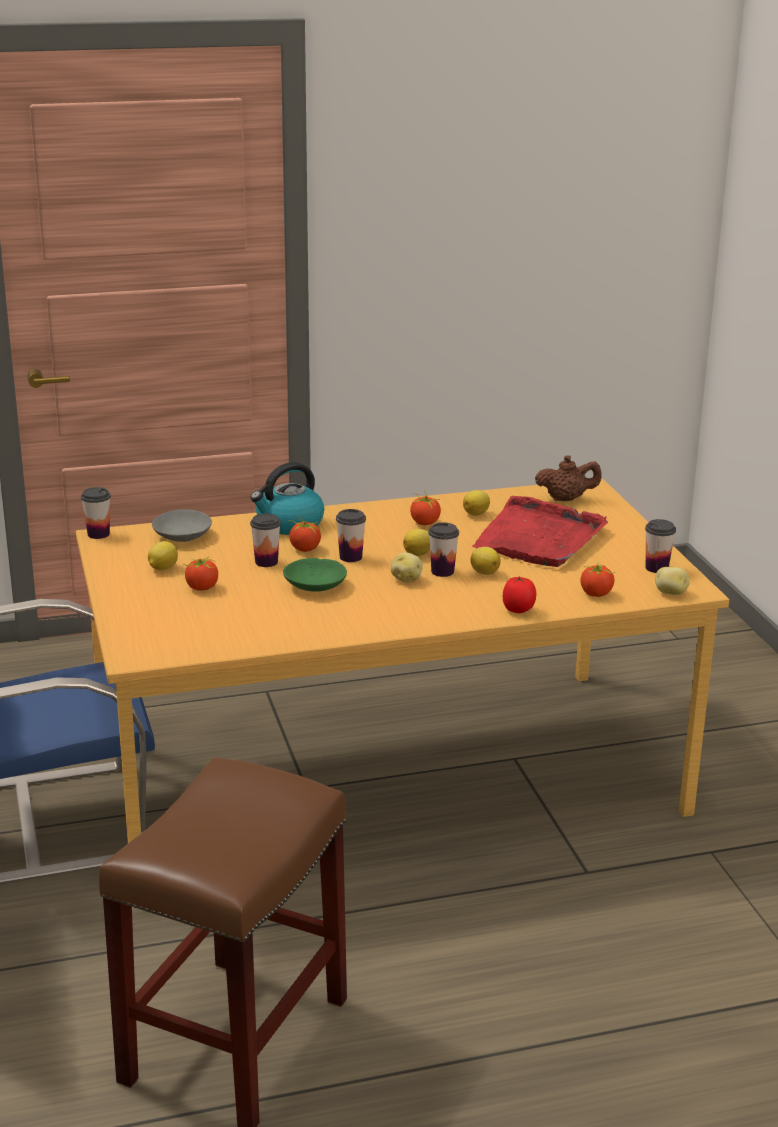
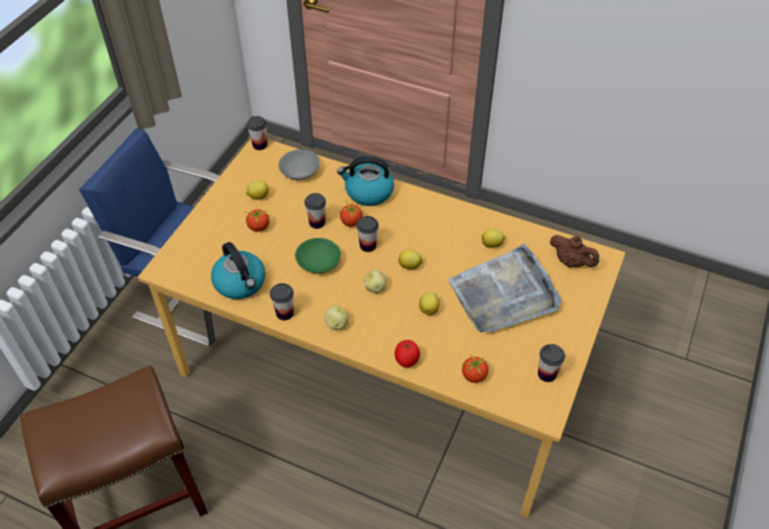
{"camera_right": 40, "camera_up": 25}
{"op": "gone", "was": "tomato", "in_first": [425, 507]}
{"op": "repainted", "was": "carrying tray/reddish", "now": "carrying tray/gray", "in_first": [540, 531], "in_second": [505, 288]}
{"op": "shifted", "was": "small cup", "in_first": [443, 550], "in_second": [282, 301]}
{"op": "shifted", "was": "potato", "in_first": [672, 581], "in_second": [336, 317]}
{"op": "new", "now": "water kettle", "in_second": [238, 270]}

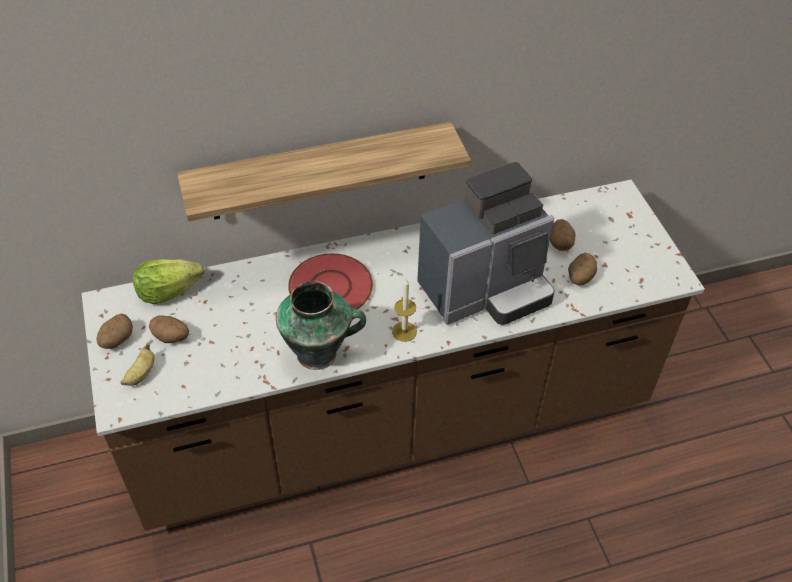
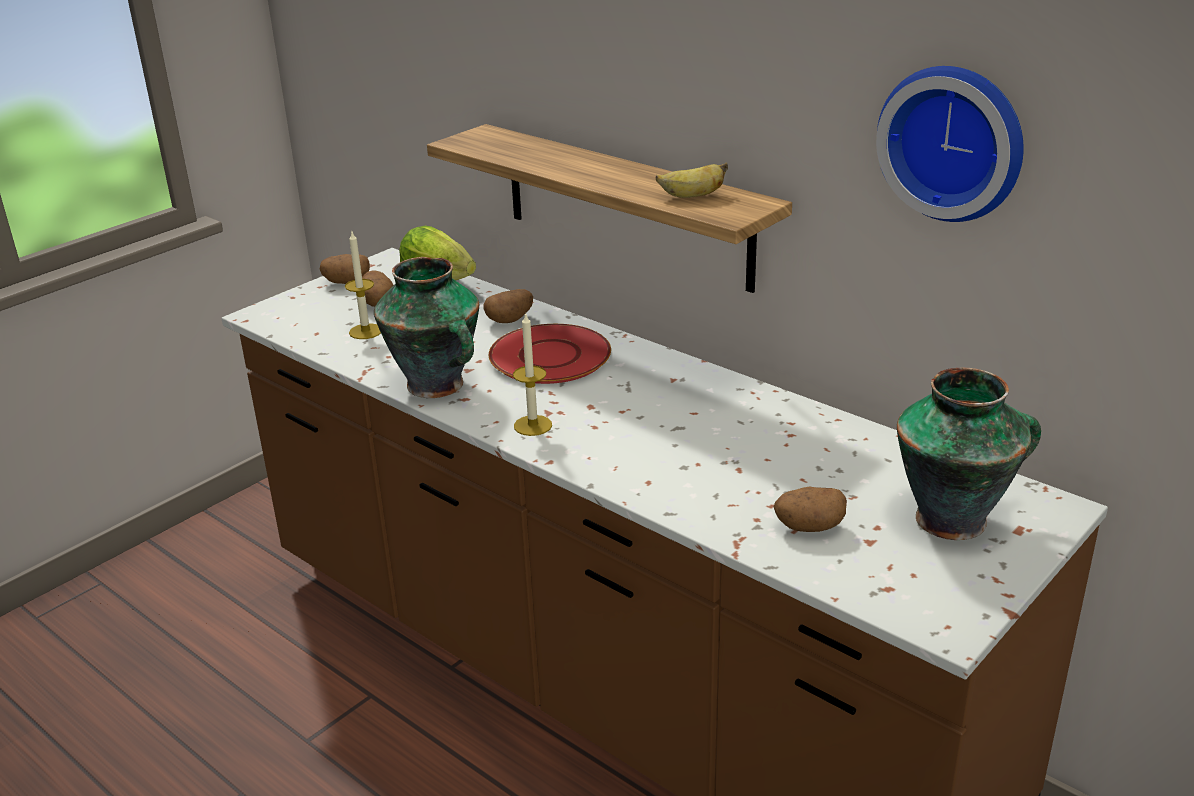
{"camera_right": 60, "camera_up": -20}
{"op": "gone", "was": "coffee maker", "in_first": [486, 243]}
{"op": "shifted", "was": "potato", "in_first": [563, 235], "in_second": [508, 306]}
{"op": "shifted", "was": "banana fruit", "in_first": [137, 365], "in_second": [692, 180]}
{"op": "new", "now": "clock on the wall", "in_second": [950, 144]}
{"op": "new", "now": "wax light", "in_second": [363, 285]}
{"op": "new", "now": "decorative vase", "in_second": [969, 453]}

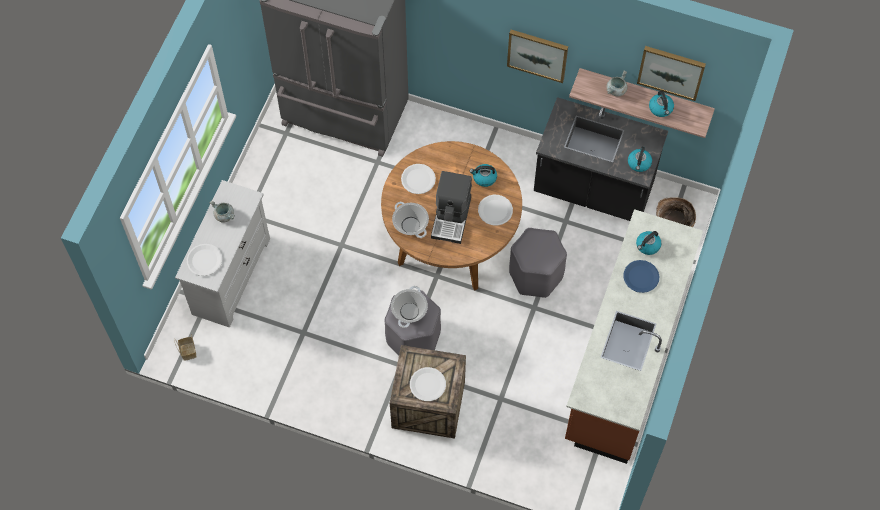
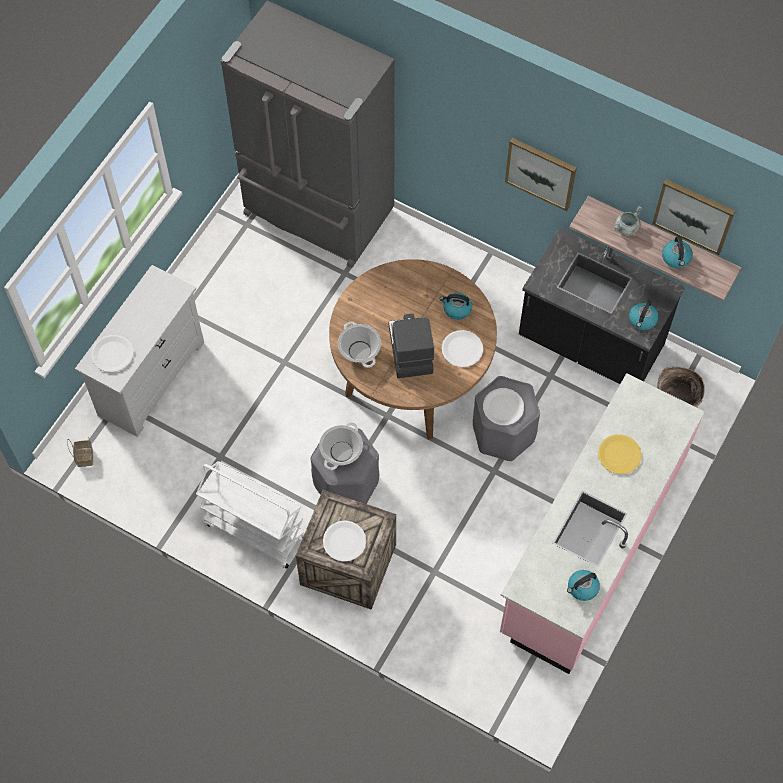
{"camera_right": 10, "camera_up": 0}
{"op": "shifted", "was": "flat dish/whitish", "in_first": [418, 179], "in_second": [503, 406]}
{"op": "rotated", "was": "coffee maker", "in_first": [451, 207], "in_second": [411, 345], "clockwise": 150}
{"op": "gone", "was": "saucepot/gray", "in_first": [222, 212]}
{"op": "repainted", "was": "kitchen counter/brownish", "now": "kitchen counter/pink", "in_first": [634, 336], "in_second": [602, 523]}
{"op": "shifted", "was": "water kettle", "in_first": [649, 243], "in_second": [583, 585]}
{"op": "repainted", "was": "flat dish/bluish", "now": "flat dish/yellow", "in_first": [641, 276], "in_second": [620, 454]}
{"op": "new", "now": "wheeled cart/whitish", "in_second": [250, 515]}

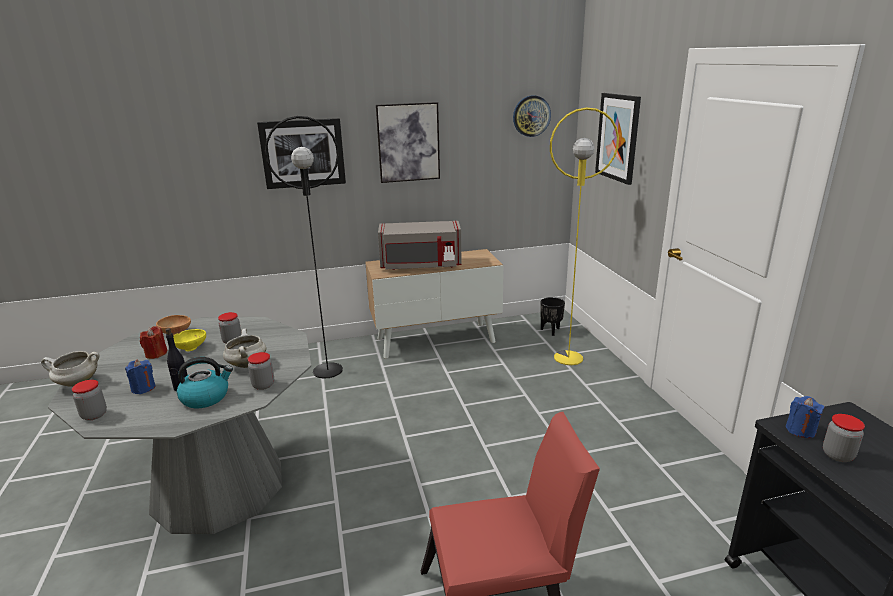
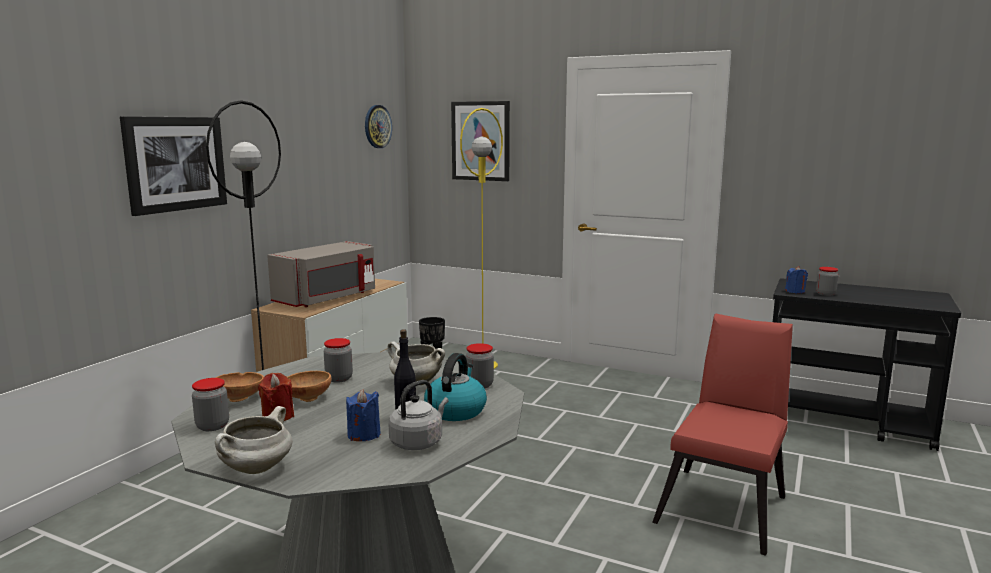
{"camera_right": -50, "camera_up": -10}
{"op": "gone", "was": "picture", "in_first": [408, 142]}
{"op": "repainted", "was": "bowl/yellow", "now": "bowl/brownish", "in_first": [189, 340], "in_second": [309, 386]}
{"op": "shifted", "was": "preserve jar", "in_first": [89, 400], "in_second": [210, 404]}
{"op": "new", "now": "water kettle/gray", "in_second": [418, 415]}

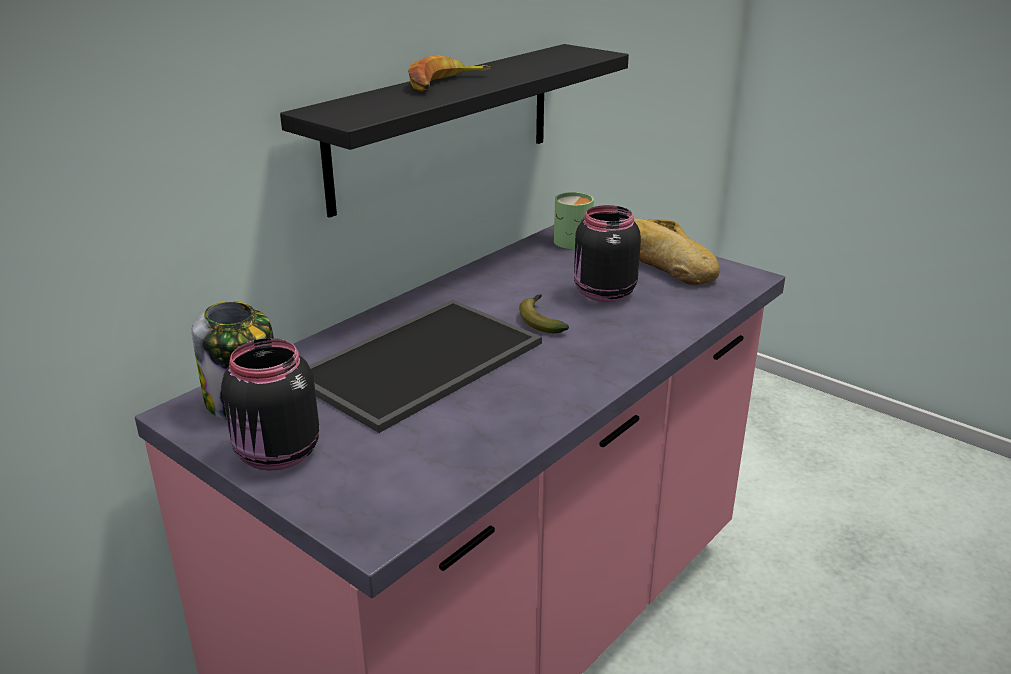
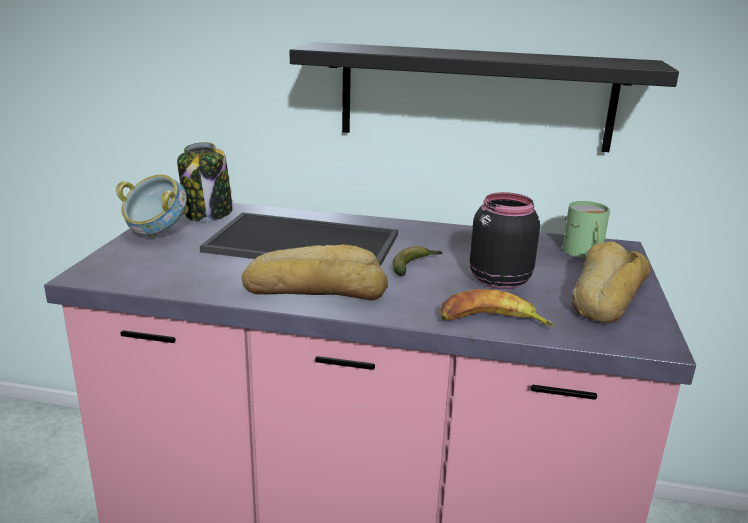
{"camera_right": 60, "camera_up": -5}
{"op": "shifted", "was": "banana fruit", "in_first": [449, 73], "in_second": [497, 308]}
{"op": "swapped", "was": "preserve jar/blackish", "now": "bowl", "in_first": [270, 404], "in_second": [152, 206]}
{"op": "new", "now": "bread", "in_second": [315, 272]}

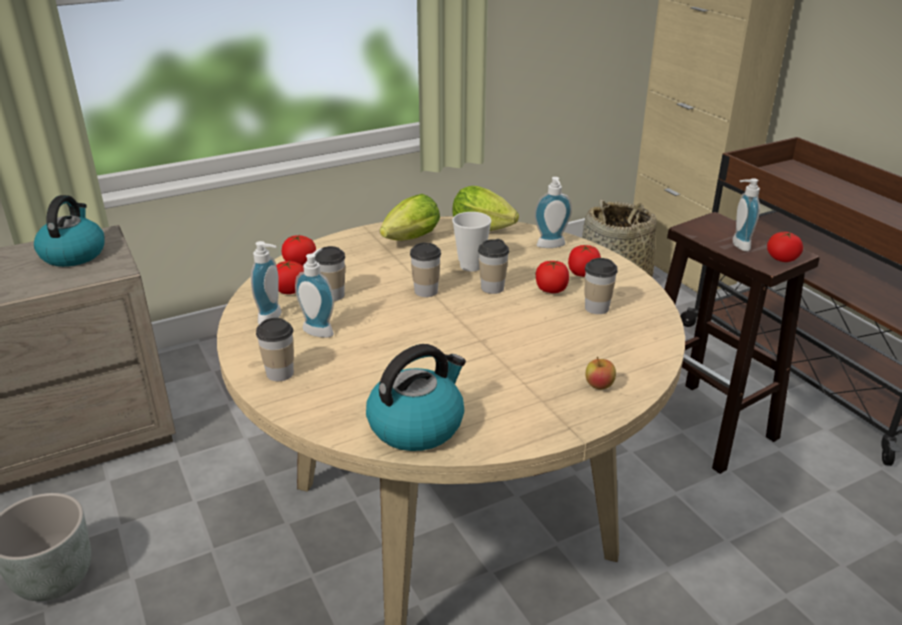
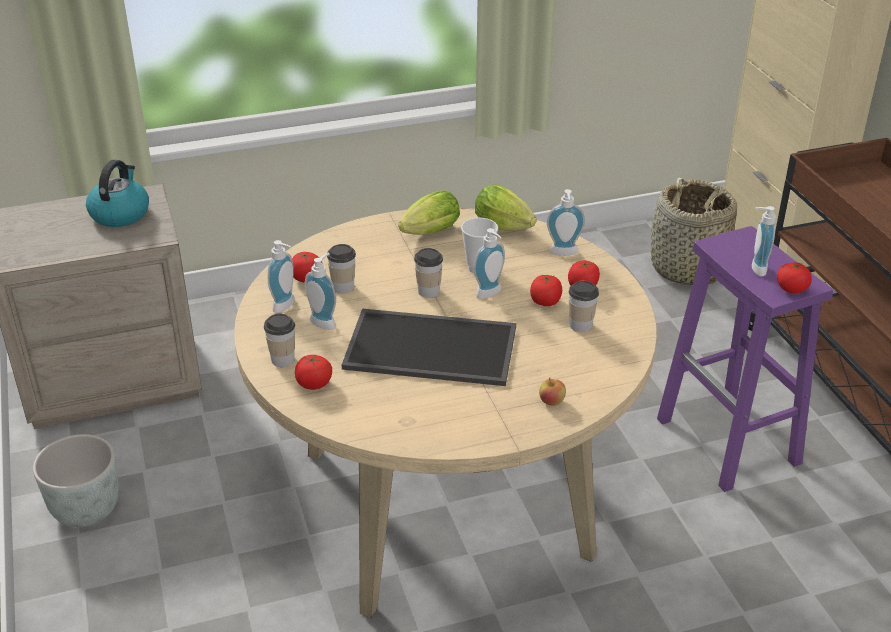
{"camera_right": 10, "camera_up": 5}
{"op": "repainted", "was": "sitting stool/brownish", "now": "sitting stool/purple-coloured", "in_first": [742, 343], "in_second": [745, 359]}
{"op": "shifted", "was": "tomato", "in_first": [299, 250], "in_second": [313, 372]}
{"op": "swapped", "was": "small cup", "now": "liquid soap bottle", "in_first": [493, 266], "in_second": [489, 263]}
{"op": "gone", "was": "water kettle", "in_first": [416, 397]}
{"op": "new", "now": "carrying tray", "in_second": [429, 347]}

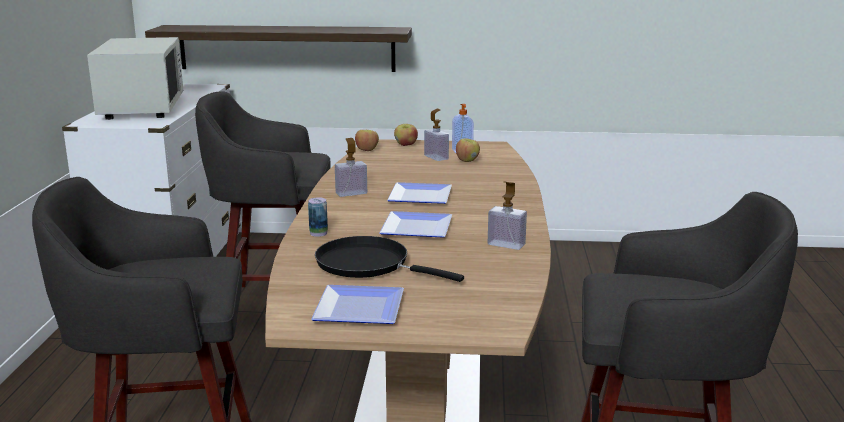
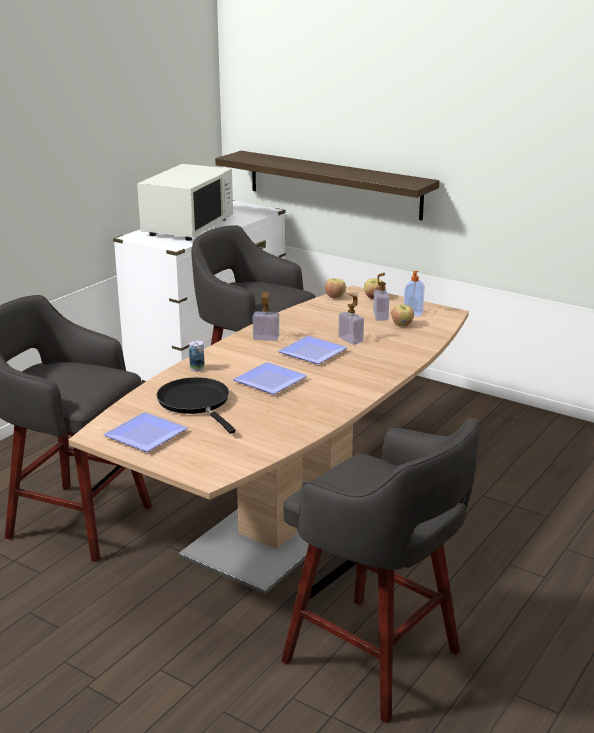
{"camera_right": 30, "camera_up": 5}
{"op": "shifted", "was": "liquid soap bottle", "in_first": [507, 216], "in_second": [351, 319]}

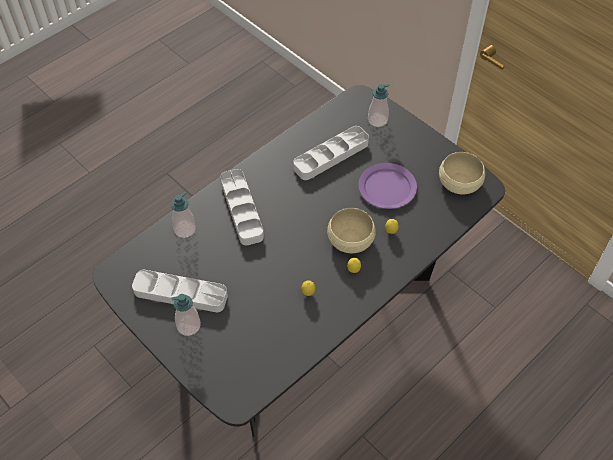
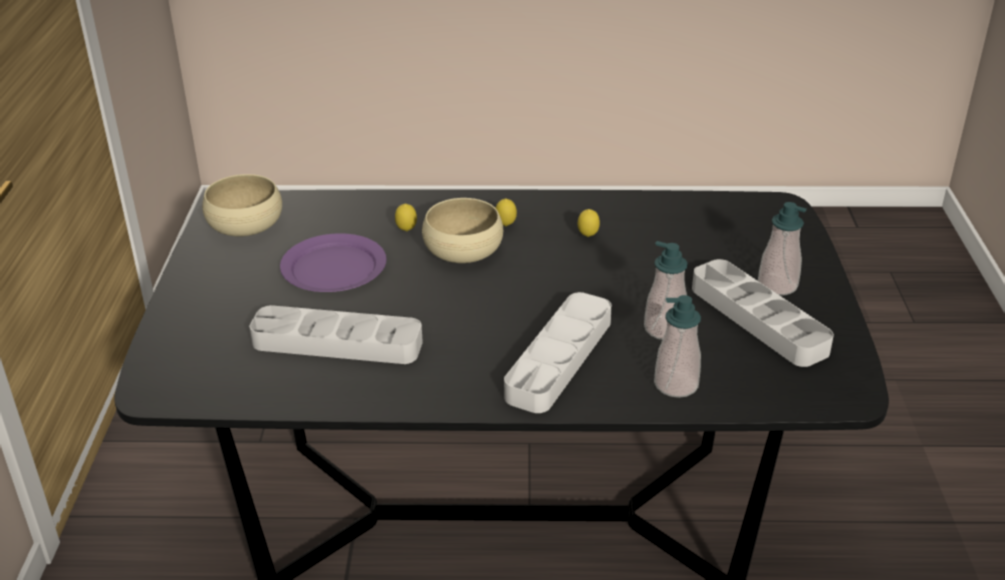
{"camera_right": -135, "camera_up": -20}
{"op": "shifted", "was": "liquid soap bottle", "in_first": [379, 105], "in_second": [666, 290]}

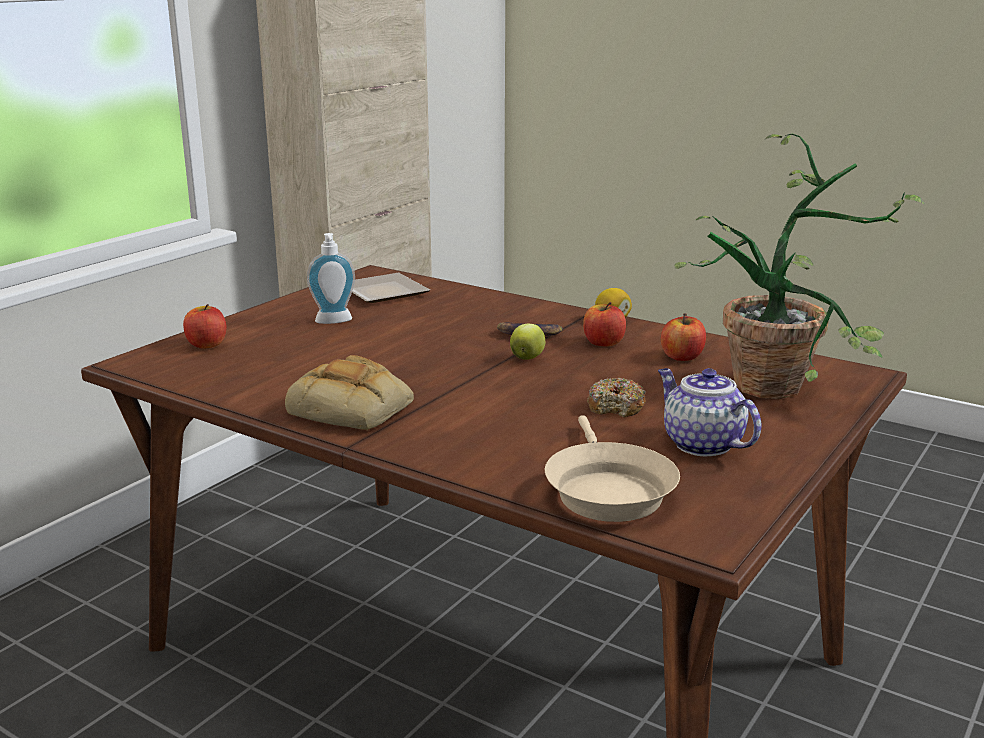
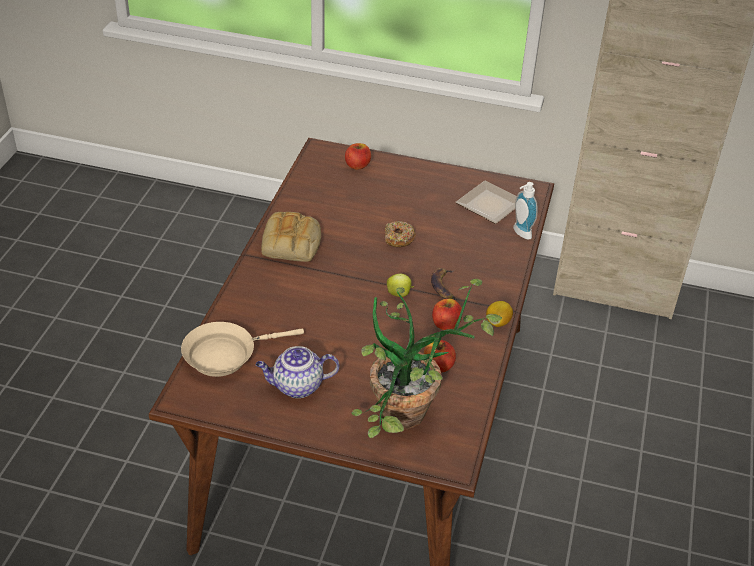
{"camera_right": 70, "camera_up": 20}
{"op": "shifted", "was": "liquid soap bottle", "in_first": [331, 278], "in_second": [525, 210]}
{"op": "rotated", "was": "pot for tea", "in_first": [710, 412], "in_second": [297, 372], "clockwise": -135}
{"op": "shifted", "was": "doughnut", "in_first": [616, 397], "in_second": [400, 234]}

